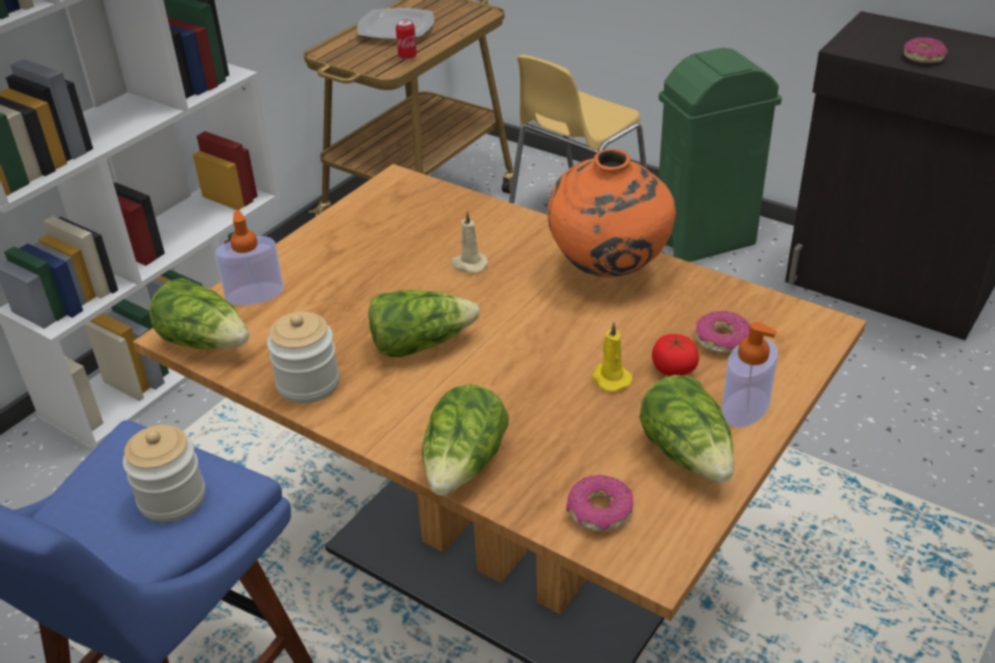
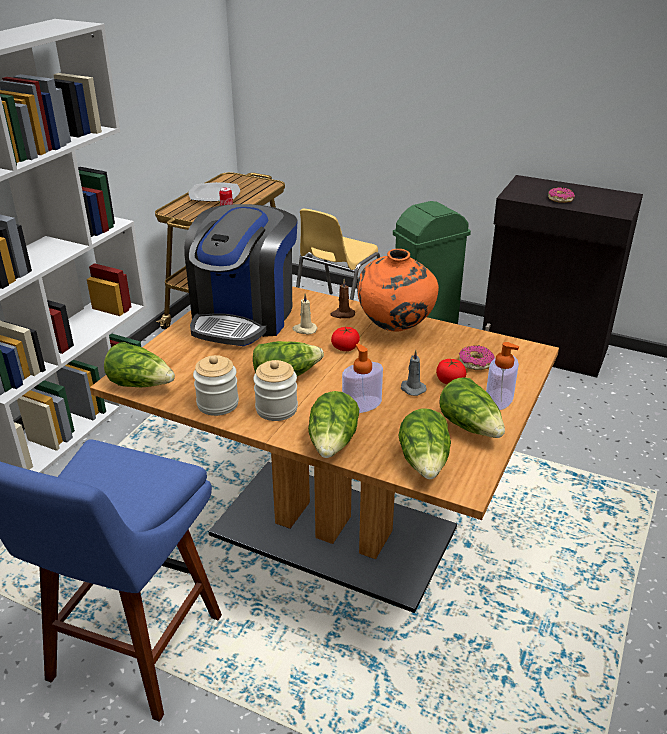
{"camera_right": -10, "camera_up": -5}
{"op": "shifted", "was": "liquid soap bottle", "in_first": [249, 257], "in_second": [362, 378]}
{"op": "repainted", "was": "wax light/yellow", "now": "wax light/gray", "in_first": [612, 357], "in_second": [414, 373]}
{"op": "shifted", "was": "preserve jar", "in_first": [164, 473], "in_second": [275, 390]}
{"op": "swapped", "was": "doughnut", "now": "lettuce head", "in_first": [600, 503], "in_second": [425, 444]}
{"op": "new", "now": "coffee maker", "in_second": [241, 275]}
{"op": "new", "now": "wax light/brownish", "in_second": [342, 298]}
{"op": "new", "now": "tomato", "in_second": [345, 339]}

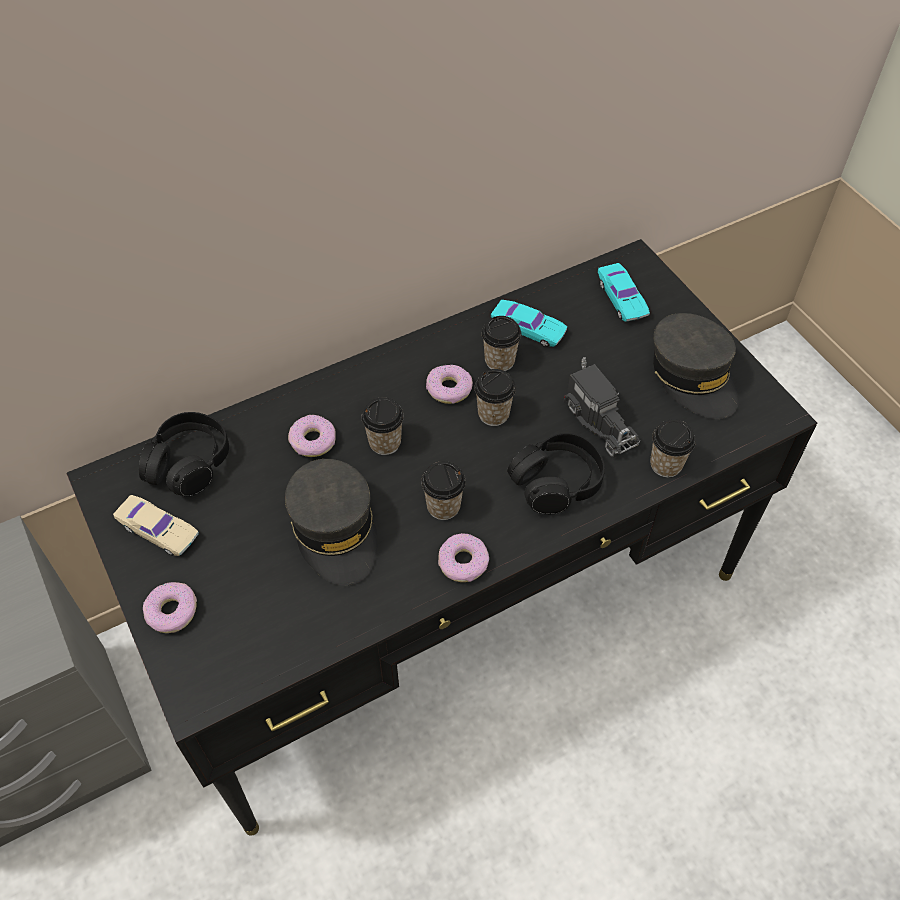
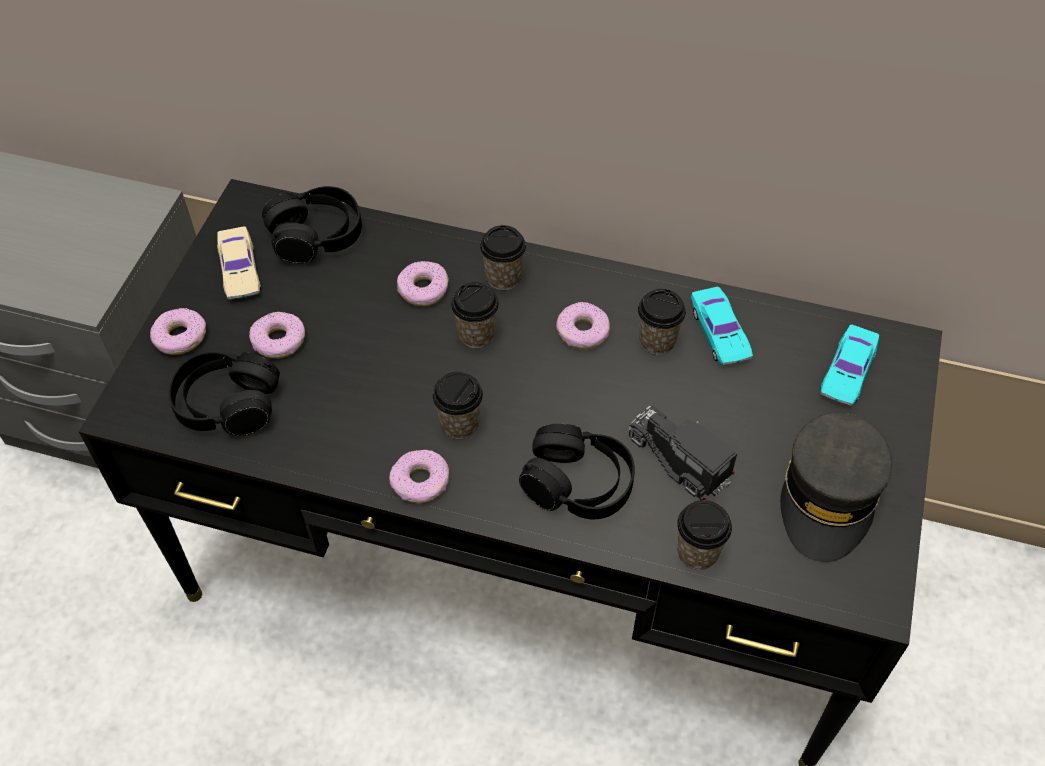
{"camera_right": 45, "camera_up": 0}
{"op": "rotated", "was": "toy lorry", "in_first": [601, 407], "in_second": [683, 453], "clockwise": 120}
{"op": "shifted", "was": "small cup", "in_first": [495, 397], "in_second": [503, 257]}
{"op": "gone", "was": "baseball cap/gray", "in_first": [331, 522]}
{"op": "new", "now": "doughnut", "in_second": [277, 335]}
{"op": "new", "now": "headphones/blackish", "in_second": [224, 394]}

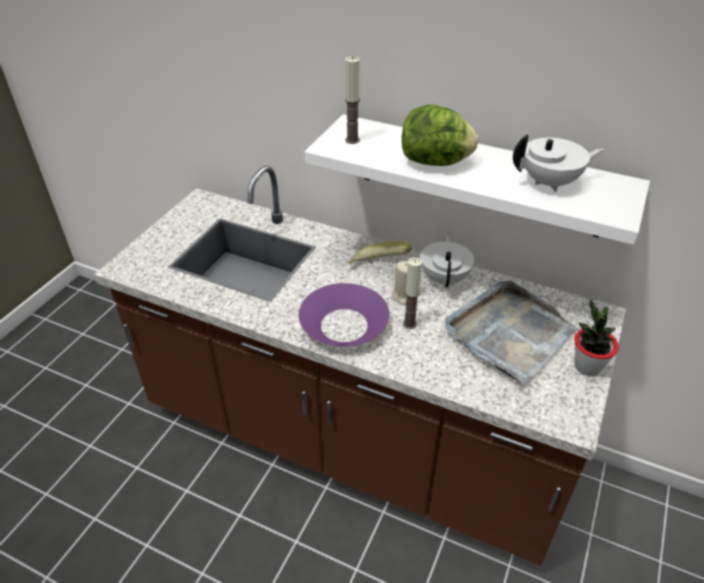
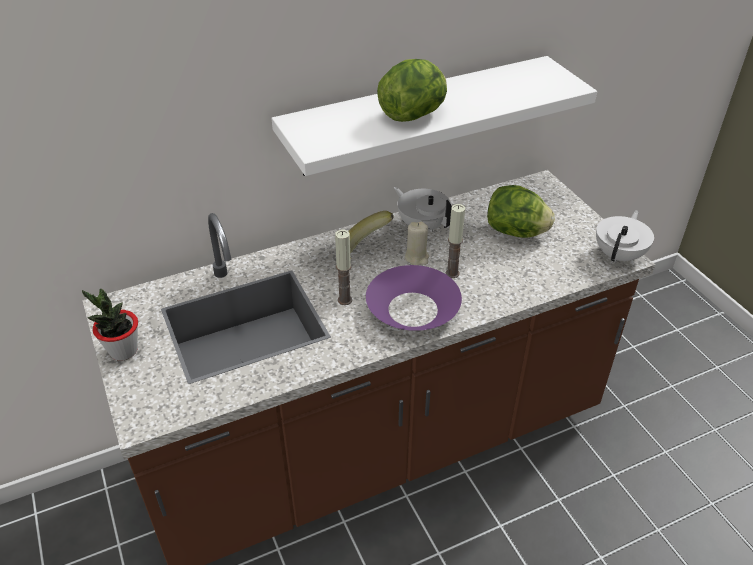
{"camera_right": -50, "camera_up": 0}
{"op": "shifted", "was": "wax light", "in_first": [352, 100], "in_second": [343, 267]}
{"op": "shifted", "was": "pot for tea/whitish", "in_first": [558, 163], "in_second": [625, 236]}
{"op": "swapped", "was": "carrying tray/gray", "now": "lettuce head", "in_first": [511, 332], "in_second": [521, 211]}
{"op": "shifted", "was": "potted plant", "in_first": [597, 337], "in_second": [110, 324]}

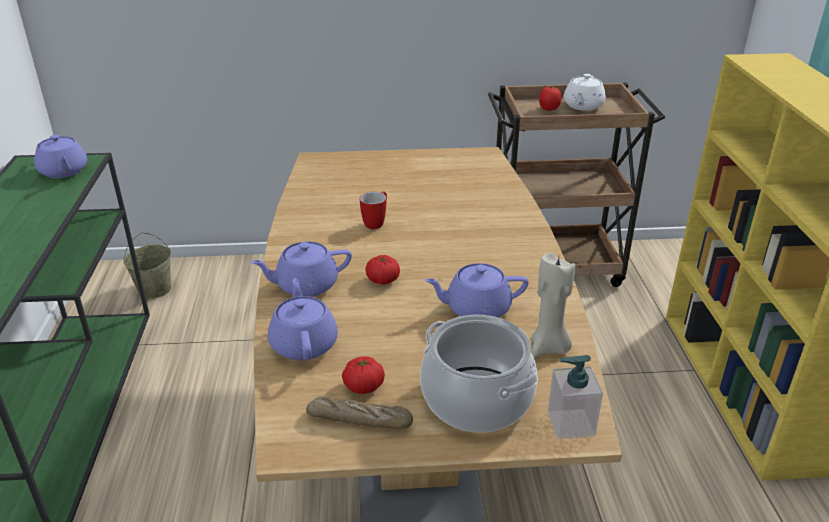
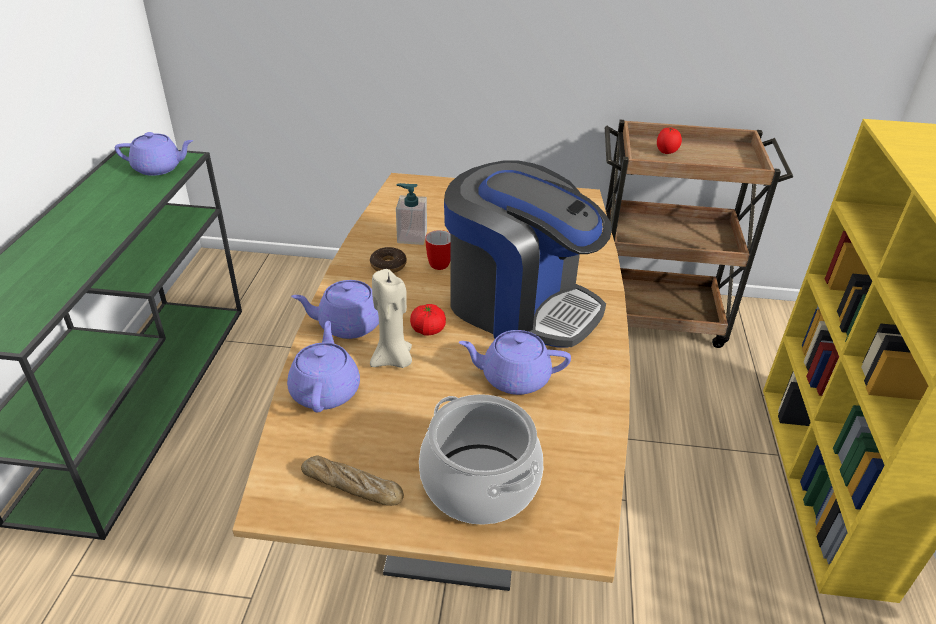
{"camera_right": 10, "camera_up": 5}
{"op": "gone", "was": "pot for tea/whitish", "in_first": [585, 92]}
{"op": "rotated", "was": "pot for tea/purple-coloured", "in_first": [60, 156], "in_second": [154, 154], "clockwise": -75}
{"op": "gone", "was": "water bucket/beige-coloured", "in_first": [147, 265]}
{"op": "shifted", "was": "wax light/beige-coloured", "in_first": [553, 305], "in_second": [391, 318]}
{"op": "shifted", "was": "liquid soap bottle", "in_first": [575, 397], "in_second": [411, 214]}
{"op": "gone", "was": "tomato", "in_first": [363, 375]}
{"op": "new", "now": "coffee maker", "in_second": [528, 254]}
{"op": "new", "now": "doughnut", "in_second": [388, 260]}

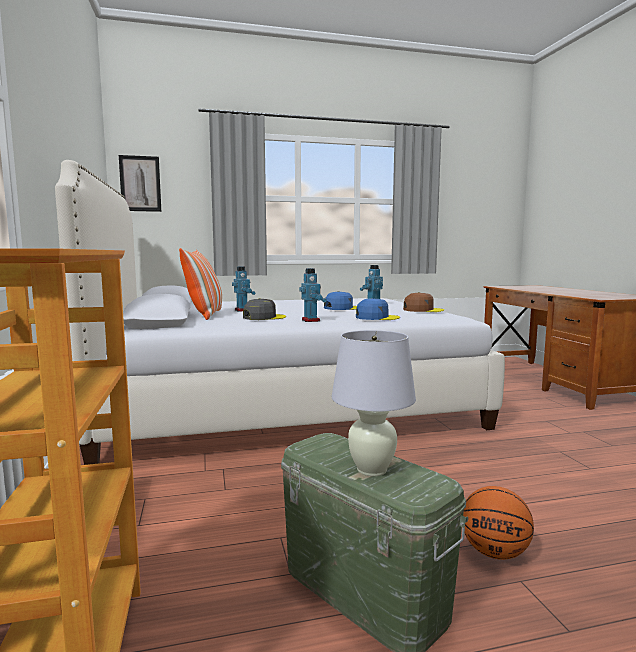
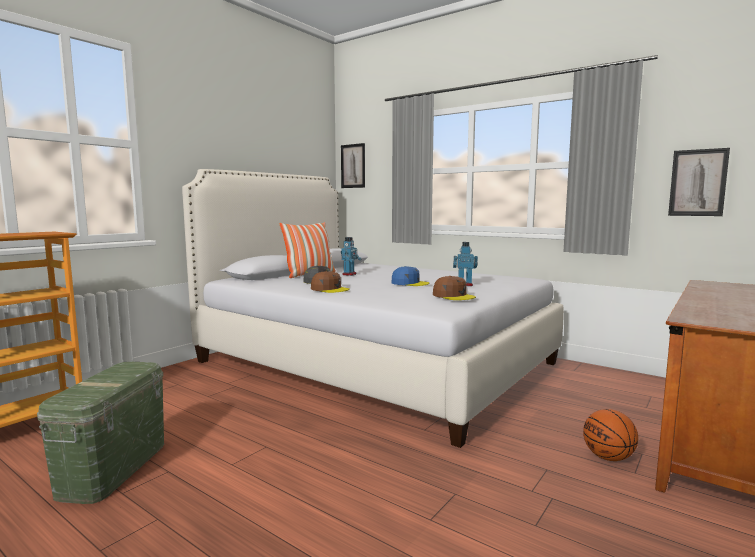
{"camera_right": 50, "camera_up": 0}
{"op": "swapped", "was": "robot figure", "now": "baseball cap/brownish", "in_first": [313, 295], "in_second": [330, 282]}
{"op": "gone", "was": "baseball cap/bluish", "in_first": [378, 309]}
{"op": "gone", "was": "tabletop lamp/whitish", "in_first": [374, 403]}
{"op": "shifted", "was": "basketball", "in_first": [498, 523], "in_second": [610, 435]}
{"op": "new", "now": "picture", "in_second": [699, 182]}

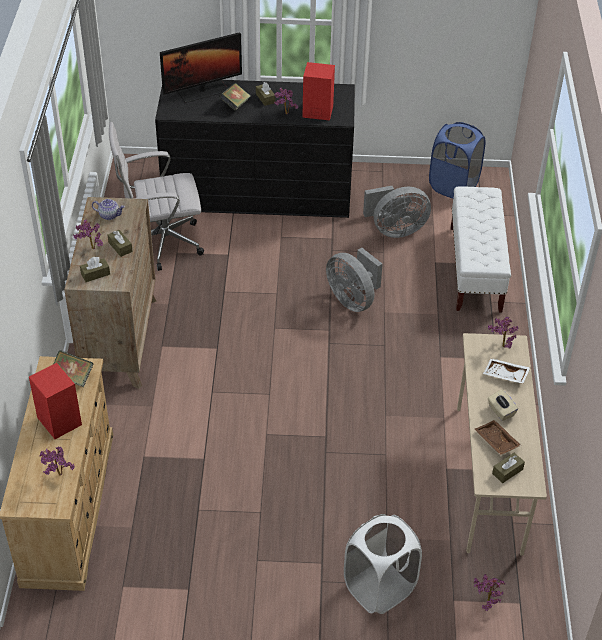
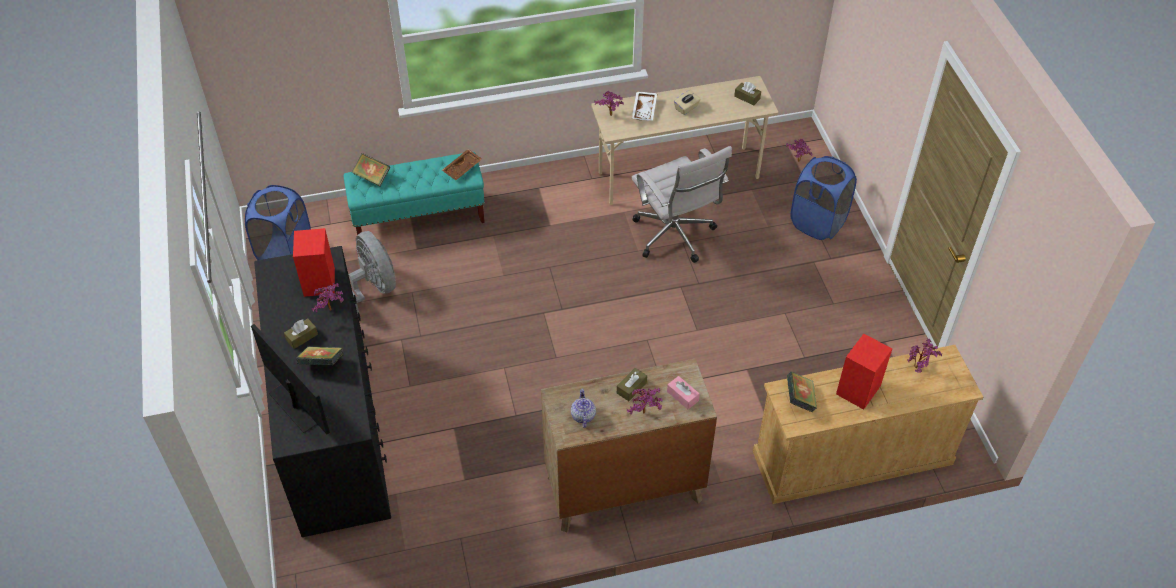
{"camera_right": -105, "camera_up": 5}
{"op": "shifted", "was": "computer chair/whitish", "in_first": [156, 196], "in_second": [682, 204]}
{"op": "repainted", "was": "long seat/whitish", "now": "long seat/blue-green", "in_first": [481, 249], "in_second": [414, 193]}
{"op": "gone", "was": "electric fan/gray", "in_first": [354, 280]}
{"op": "repainted", "was": "tissue box/brownish", "now": "tissue box/pink", "in_first": [95, 269], "in_second": [683, 392]}
{"op": "shifted", "was": "carrying tray/brownish", "in_first": [498, 437], "in_second": [462, 164]}
{"op": "repainted", "was": "hamper/whitish", "now": "hamper/bluish", "in_first": [383, 564], "in_second": [823, 198]}
{"op": "new", "now": "book", "in_second": [371, 169]}

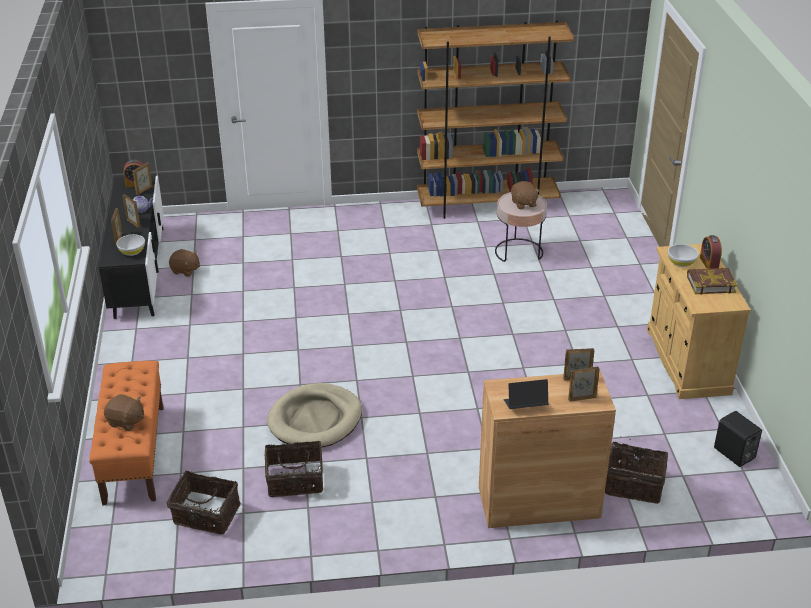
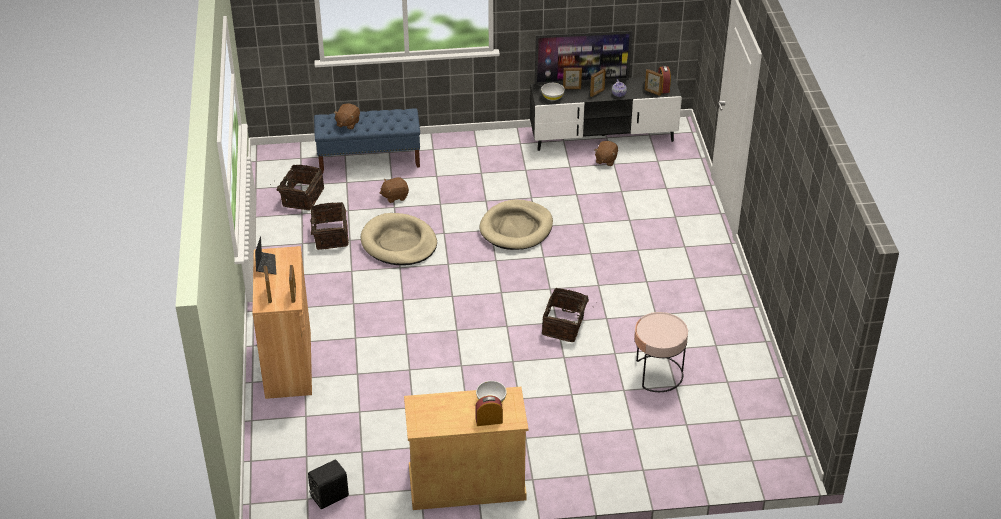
{"camera_right": 90, "camera_up": 5}
{"op": "gone", "was": "bookcase/brownish", "in_first": [495, 119]}
{"op": "shifted", "was": "soft toy/brownish", "in_first": [525, 195], "in_second": [394, 190]}
{"op": "gone", "was": "book", "in_first": [712, 281]}
{"op": "repainted", "was": "long seat/orange", "now": "long seat/bluish", "in_first": [126, 433], "in_second": [367, 140]}
{"op": "shifted", "was": "storage basket", "in_first": [636, 470], "in_second": [567, 315]}
{"op": "new", "now": "television", "in_second": [583, 58]}
{"op": "new", "now": "pet bed/beige-coloured", "in_second": [516, 225]}

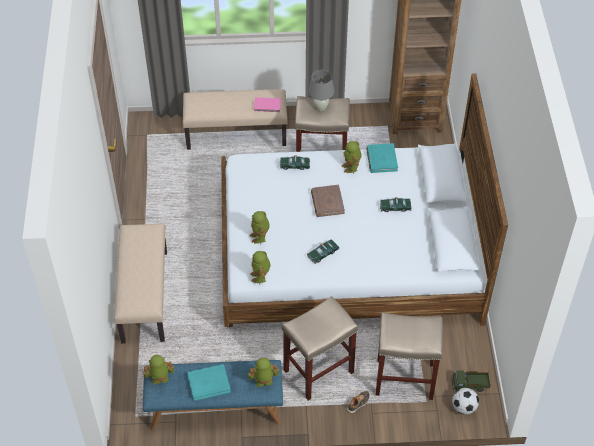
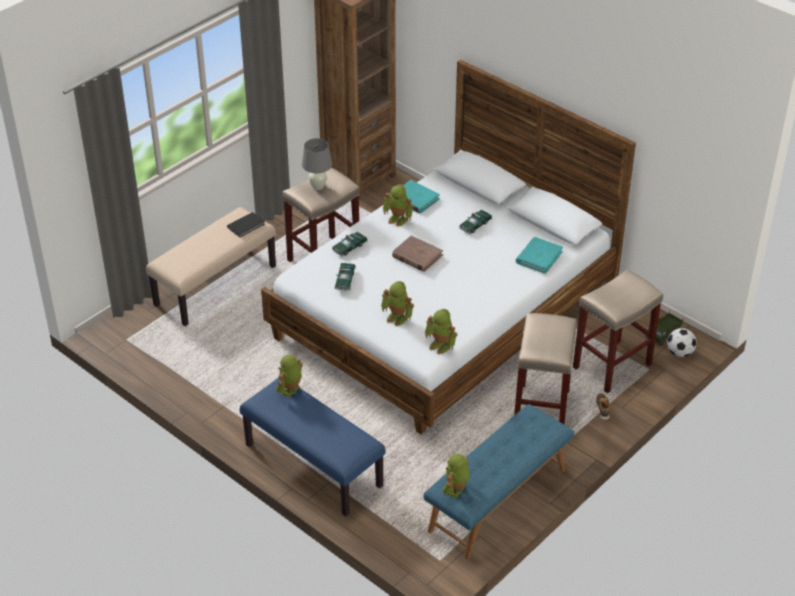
{"camera_right": -45, "camera_up": -10}
{"op": "repainted", "was": "book/pink", "now": "book/blackish", "in_first": [267, 104], "in_second": [246, 224]}
{"op": "repainted", "was": "long seat/beige-coloured", "now": "long seat/bluish", "in_first": [140, 283], "in_second": [312, 446]}
{"op": "shifted", "was": "miniature car", "in_first": [323, 251], "in_second": [345, 276]}
{"op": "shifted", "was": "robot figure", "in_first": [264, 372], "in_second": [289, 376]}
{"op": "shifted", "was": "book/blue-green", "in_first": [209, 382], "in_second": [539, 255]}

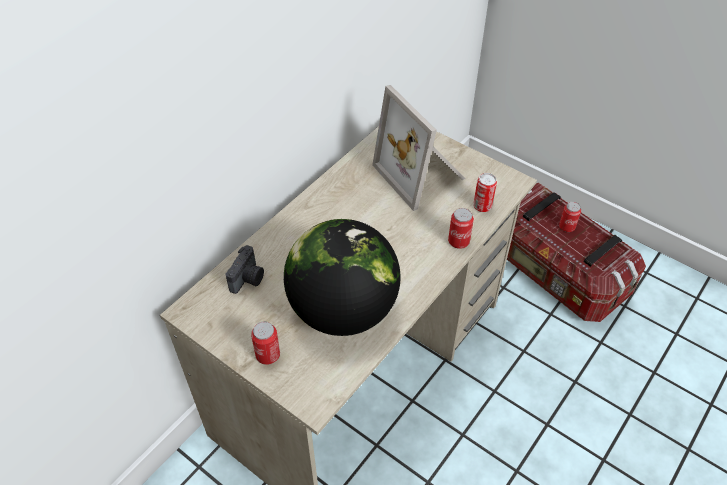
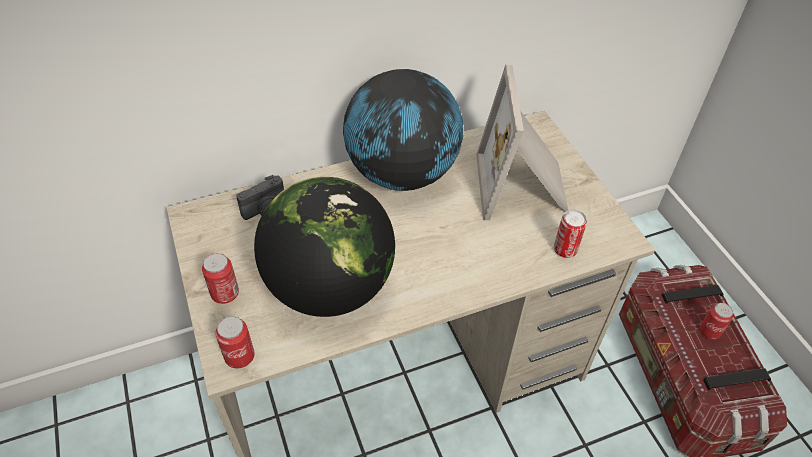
{"camera_right": 30, "camera_up": 0}
{"op": "shifted", "was": "metal can", "in_first": [461, 228], "in_second": [235, 342]}
{"op": "new", "now": "globe", "in_second": [403, 130]}

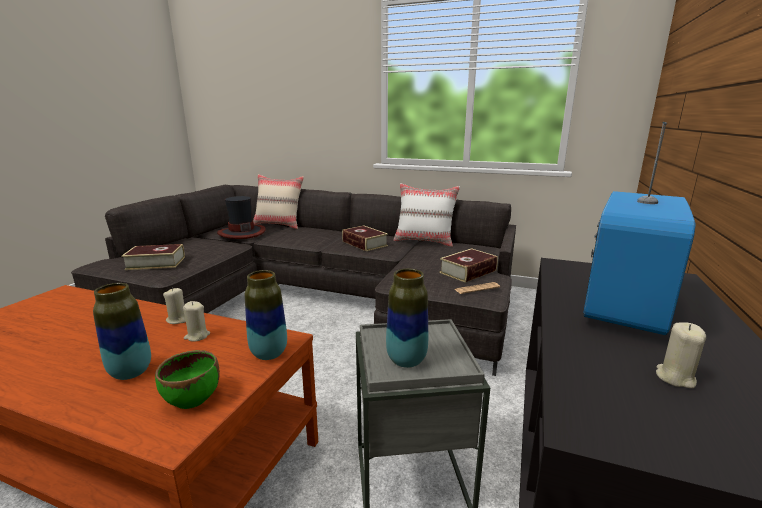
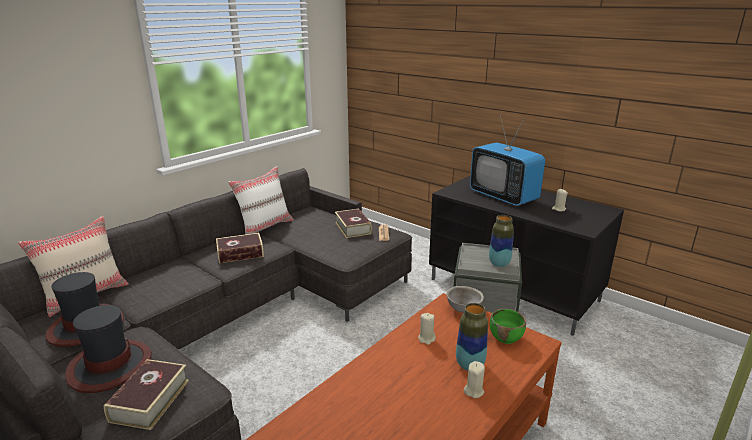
{"camera_right": -70, "camera_up": 5}
{"op": "swapped", "was": "decorative vase", "now": "bowl/gray", "in_first": [266, 315], "in_second": [465, 299]}
{"op": "shifted", "was": "wax light/beige-coloured", "in_first": [174, 306], "in_second": [474, 379]}
{"op": "new", "now": "wearable hat", "in_second": [108, 349]}

